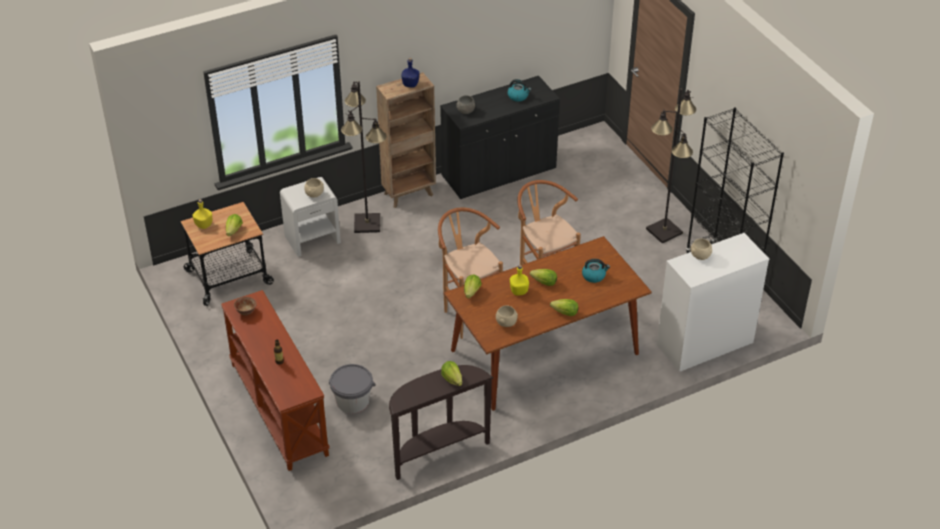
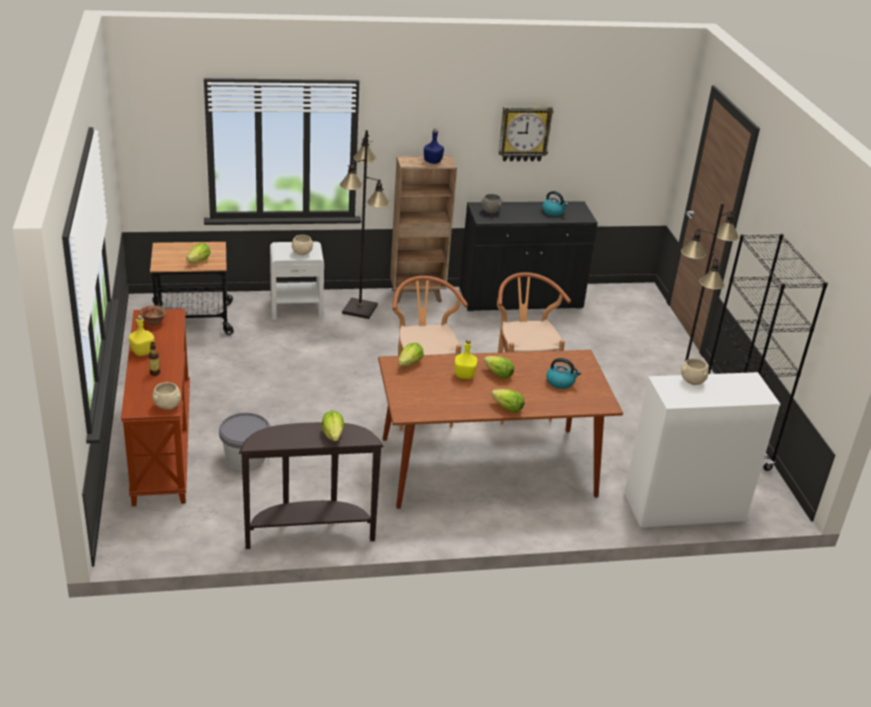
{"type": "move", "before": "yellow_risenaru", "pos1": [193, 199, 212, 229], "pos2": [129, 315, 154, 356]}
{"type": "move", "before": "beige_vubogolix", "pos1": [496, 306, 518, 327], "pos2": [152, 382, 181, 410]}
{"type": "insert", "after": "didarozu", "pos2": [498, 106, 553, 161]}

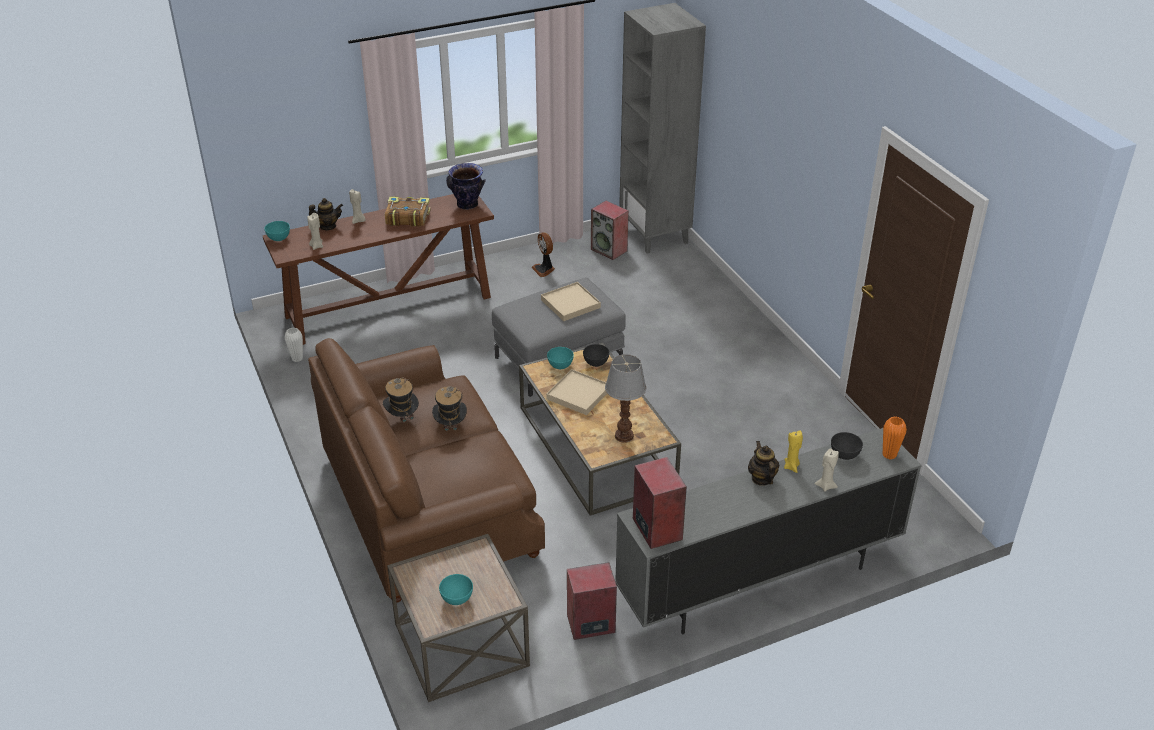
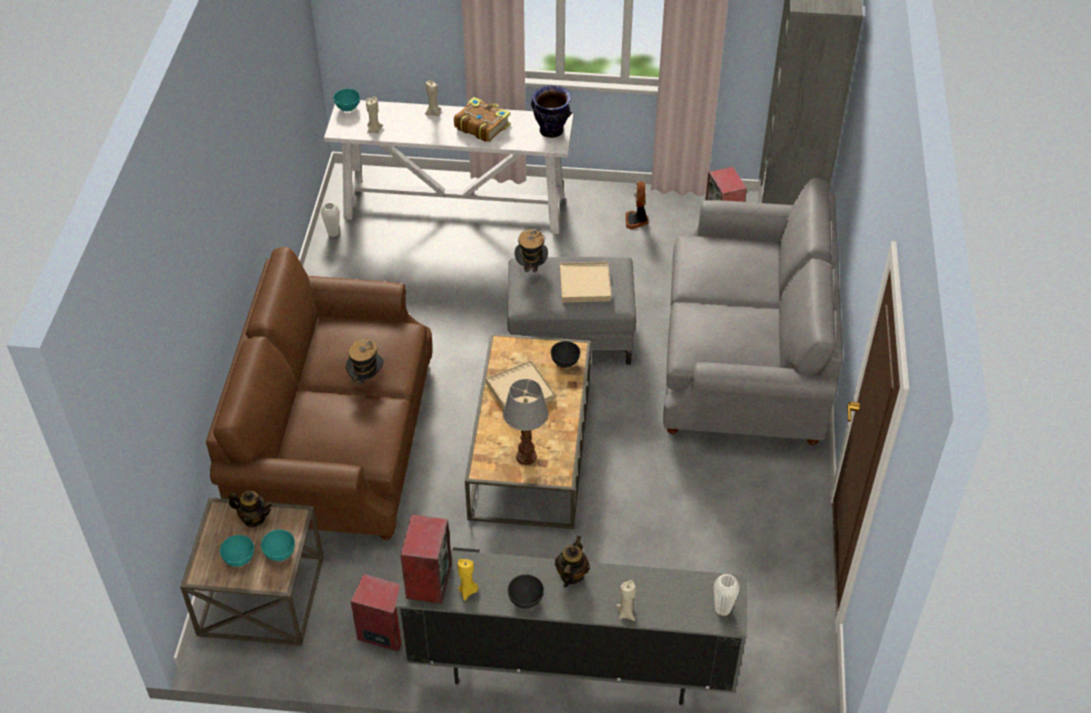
{"type": "recolor", "before": "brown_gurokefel", "after": "white_gurokefel", "pos1": [263, 194, 494, 345], "pos2": [324, 100, 573, 234]}
{"type": "move", "before": "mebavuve", "pos1": [309, 198, 343, 230], "pos2": [229, 491, 272, 527]}
{"type": "move", "before": "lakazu", "pos1": [383, 378, 419, 422], "pos2": [515, 229, 548, 279]}
{"type": "move", "before": "turquoise_vubogolix", "pos1": [547, 347, 574, 369], "pos2": [261, 530, 295, 561]}
{"type": "move", "before": "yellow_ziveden", "pos1": [784, 430, 803, 473], "pos2": [457, 559, 478, 601]}
{"type": "move", "before": "grey_vubogolix", "pos1": [831, 432, 863, 460], "pos2": [508, 574, 544, 609]}
{"type": "recolor", "before": "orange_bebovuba", "after": "white_bebovuba", "pos1": [883, 417, 907, 459], "pos2": [713, 574, 740, 616]}
{"type": "insert", "after": "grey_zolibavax", "pos2": [663, 178, 843, 445]}

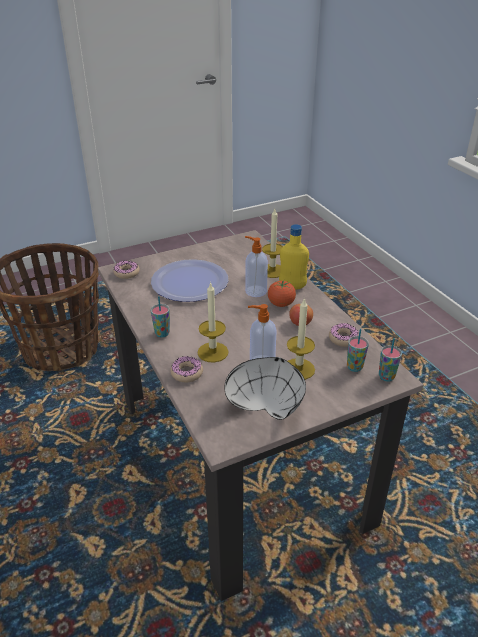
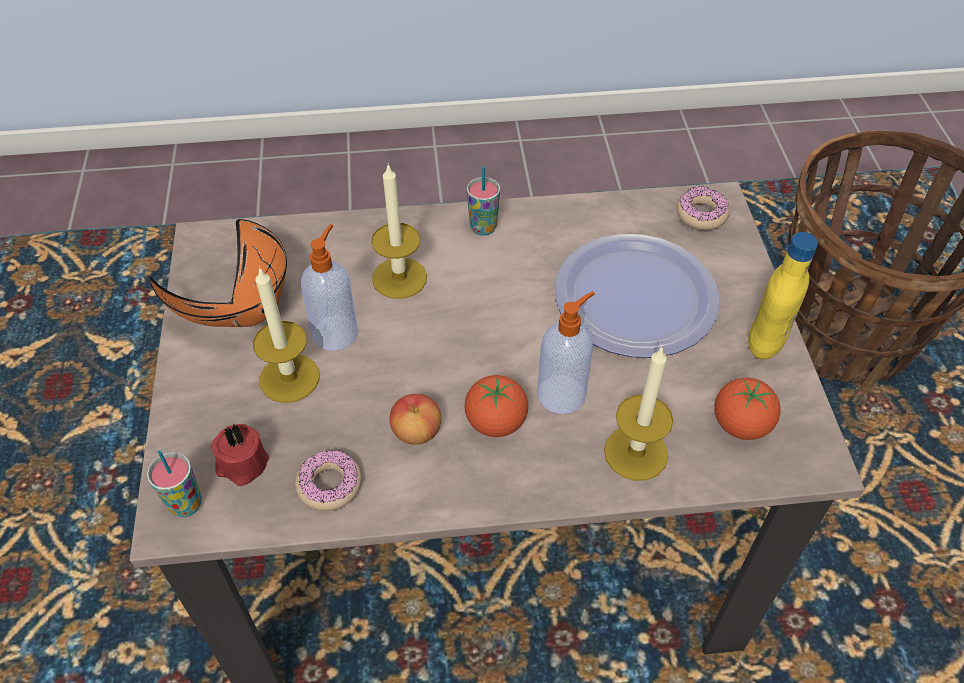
{"type": "delete", "before": "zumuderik", "pos1": [171, 356, 203, 383]}
{"type": "recolor", "before": "white_vubogolix", "after": "orange_vubogolix", "pos1": [224, 357, 306, 420], "pos2": [150, 219, 287, 327]}
{"type": "move", "before": "yellow_risenaru", "pos1": [279, 224, 309, 290], "pos2": [748, 232, 818, 359]}
{"type": "replace", "before": "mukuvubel", "after": "red_ziveden", "pos1": [347, 329, 369, 372], "pos2": [211, 424, 269, 486]}
{"type": "insert", "after": "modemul", "pos2": [714, 378, 781, 440]}

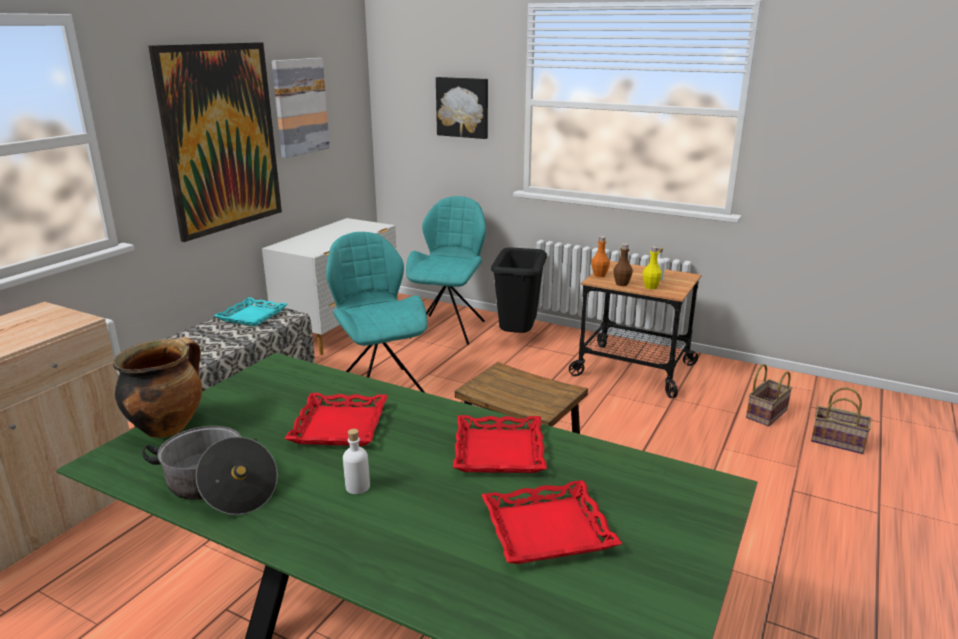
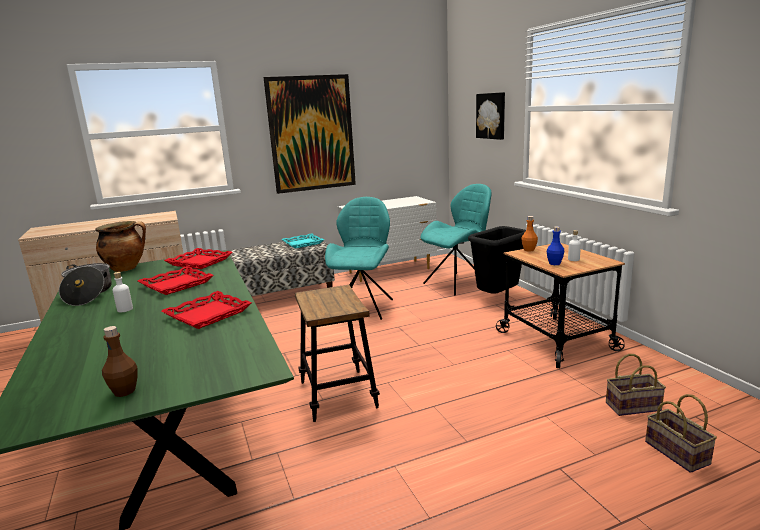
{"type": "delete", "before": "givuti", "pos1": [272, 58, 330, 158]}
{"type": "move", "before": "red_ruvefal", "pos1": [481, 480, 622, 564], "pos2": [164, 248, 233, 269]}
{"type": "move", "before": "brown_risenaru", "pos1": [613, 244, 633, 286], "pos2": [102, 326, 138, 397]}
{"type": "recolor", "before": "yellow_risenaru", "after": "blue_risenaru", "pos1": [643, 246, 662, 289], "pos2": [547, 226, 565, 265]}

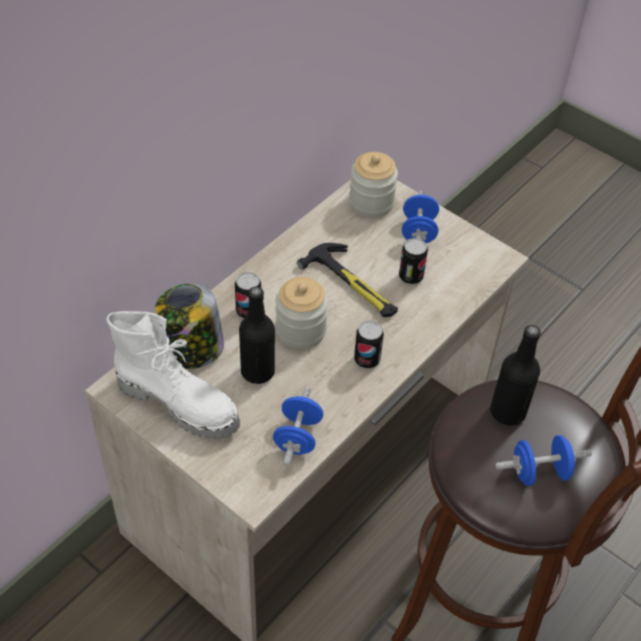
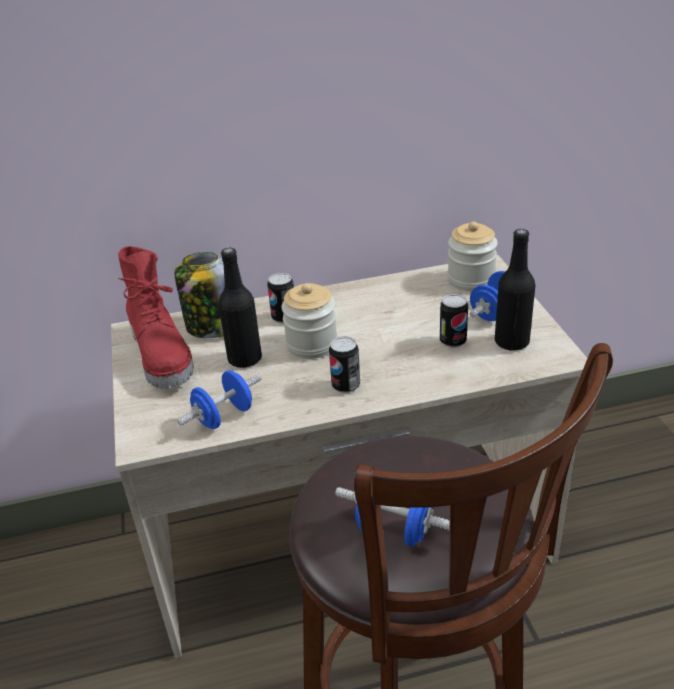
{"type": "recolor", "before": "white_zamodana", "after": "red_zamodana", "pos1": [106, 311, 240, 439], "pos2": [118, 246, 194, 389]}
{"type": "delete", "before": "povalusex", "pos1": [297, 243, 398, 317]}
{"type": "move", "before": "black_risenaru", "pos1": [490, 325, 541, 426], "pos2": [495, 229, 535, 351]}

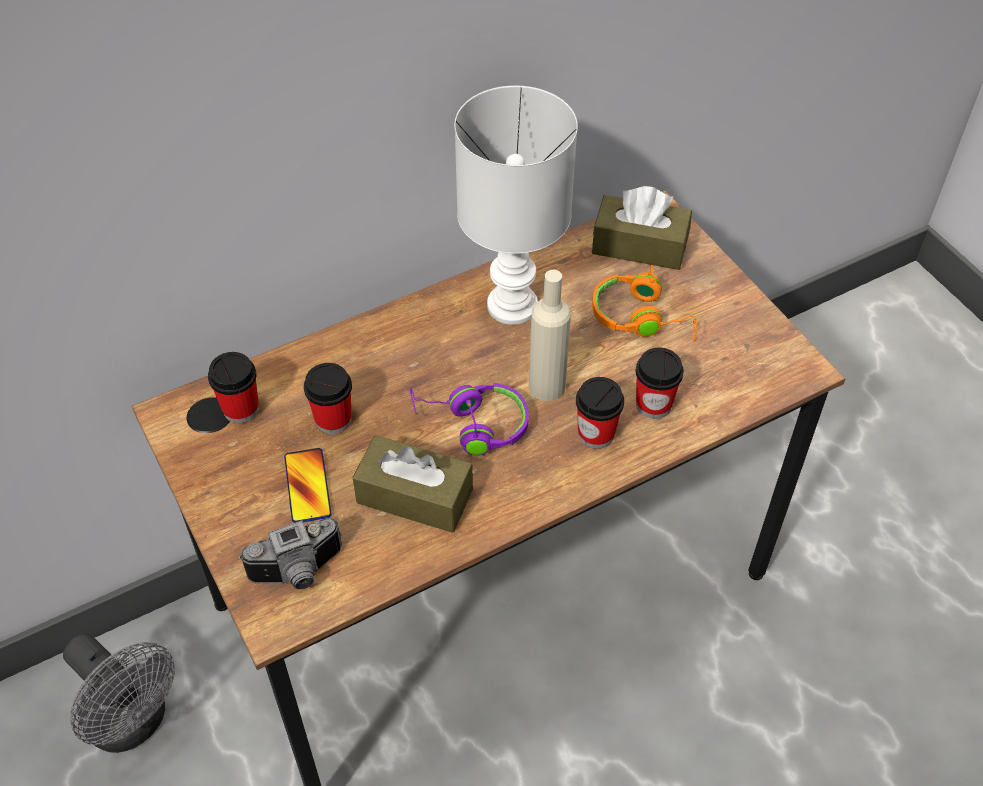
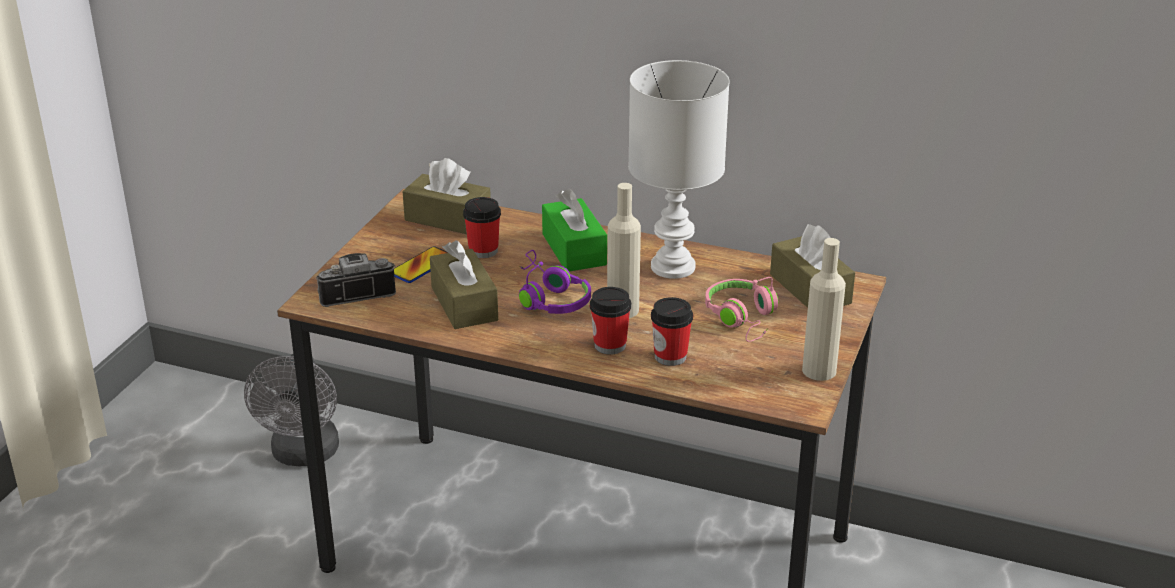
{"type": "replace", "before": "mukuvubel", "after": "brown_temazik", "pos1": [208, 352, 259, 423], "pos2": [403, 158, 491, 234]}
{"type": "rotate", "before": "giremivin", "pos1": [239, 518, 342, 590], "pos2": [316, 253, 396, 307], "turn": 135}
{"type": "recolor", "before": "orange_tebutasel", "after": "pink_tebutasel", "pos1": [592, 265, 697, 342], "pos2": [705, 277, 778, 342]}
{"type": "insert", "after": "green_temazik", "pos2": [542, 189, 607, 272]}
{"type": "insert", "after": "beige_risenaru", "pos2": [802, 238, 846, 381]}

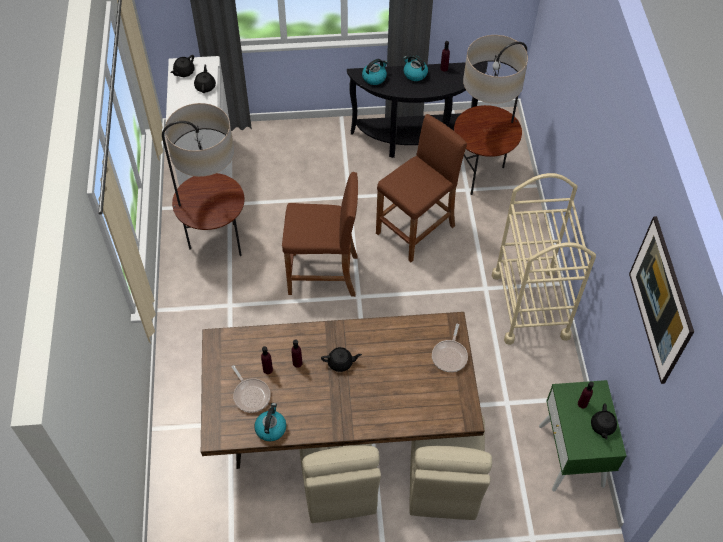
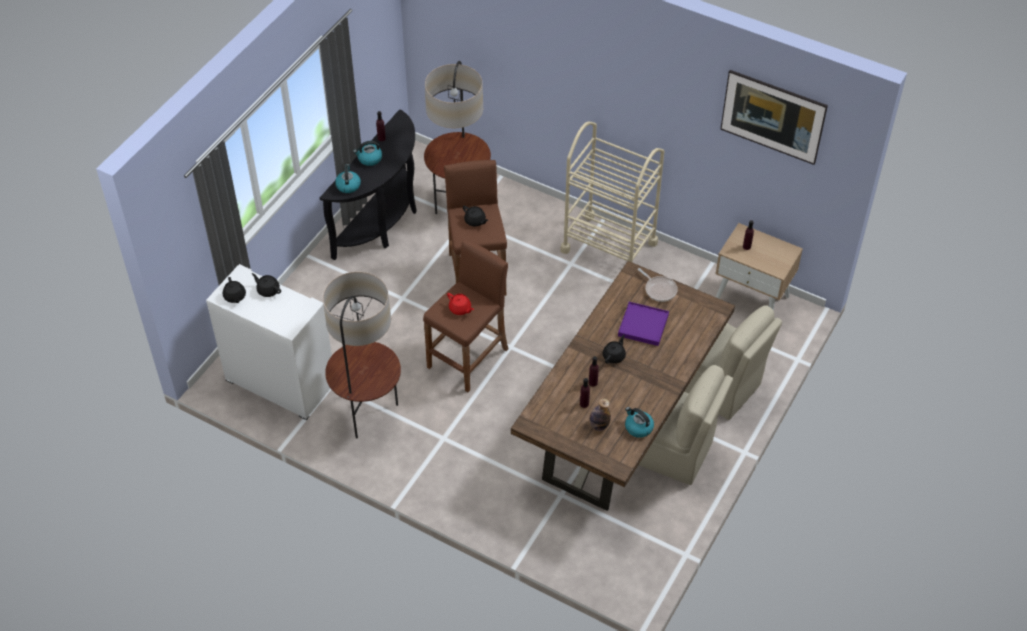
{"type": "replace", "before": "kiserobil", "after": "risenaru", "pos1": [232, 365, 271, 413], "pos2": [589, 398, 611, 431]}
{"type": "recolor", "before": "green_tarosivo", "after": "beige_tarosivo", "pos1": [539, 380, 626, 492], "pos2": [715, 223, 803, 311]}
{"type": "move", "before": "black_mebavuve", "pos1": [591, 403, 617, 440], "pos2": [463, 206, 489, 227]}
{"type": "insert", "after": "red_mebavuve", "pos2": [447, 293, 474, 315]}
{"type": "insert", "after": "purple_ruvefal", "pos2": [618, 302, 669, 346]}

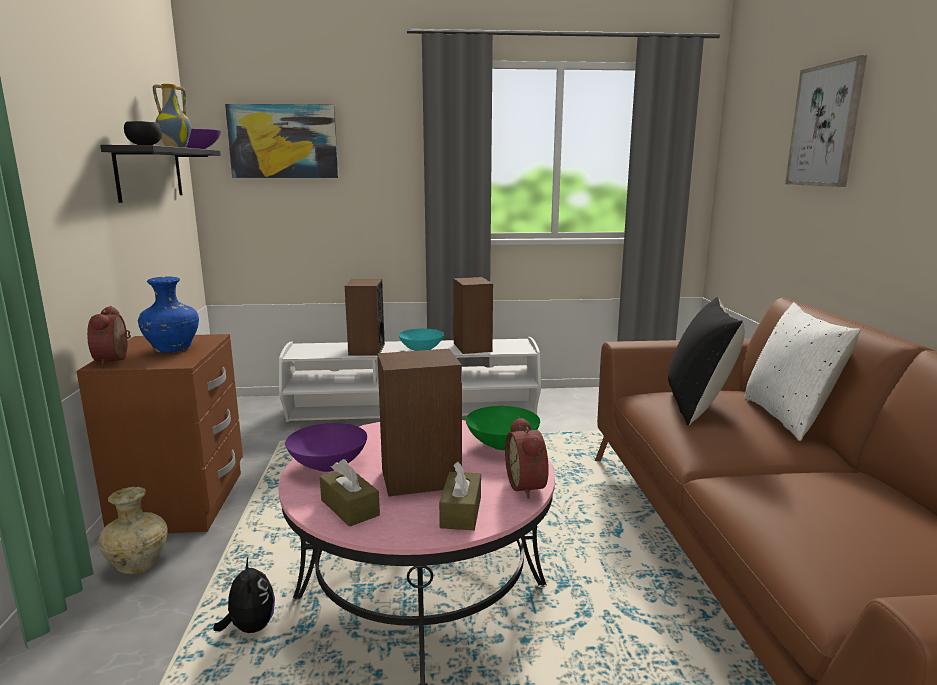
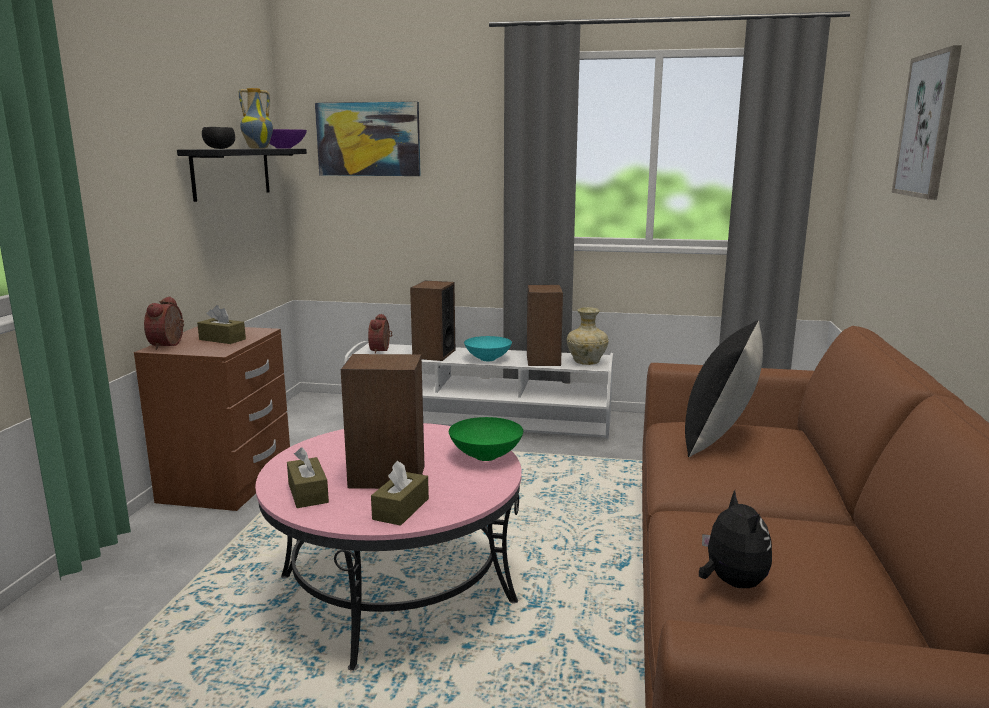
{"type": "move", "before": "beige_bebovuba", "pos1": [98, 486, 168, 574], "pos2": [567, 307, 609, 365]}
{"type": "replace", "before": "blue_bebovuba", "after": "brown_temazik", "pos1": [138, 277, 199, 353], "pos2": [197, 305, 246, 344]}
{"type": "move", "before": "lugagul", "pos1": [214, 558, 275, 633], "pos2": [699, 490, 772, 588]}
{"type": "delete", "before": "purple_vubogolix", "pos1": [285, 423, 367, 472]}
{"type": "move", "before": "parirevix", "pos1": [505, 417, 549, 499], "pos2": [368, 314, 392, 354]}
{"type": "delete", "before": "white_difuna", "pos1": [745, 303, 861, 441]}

